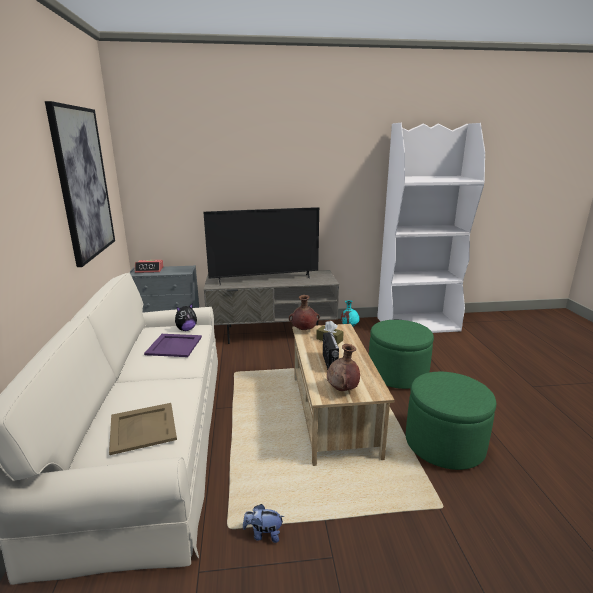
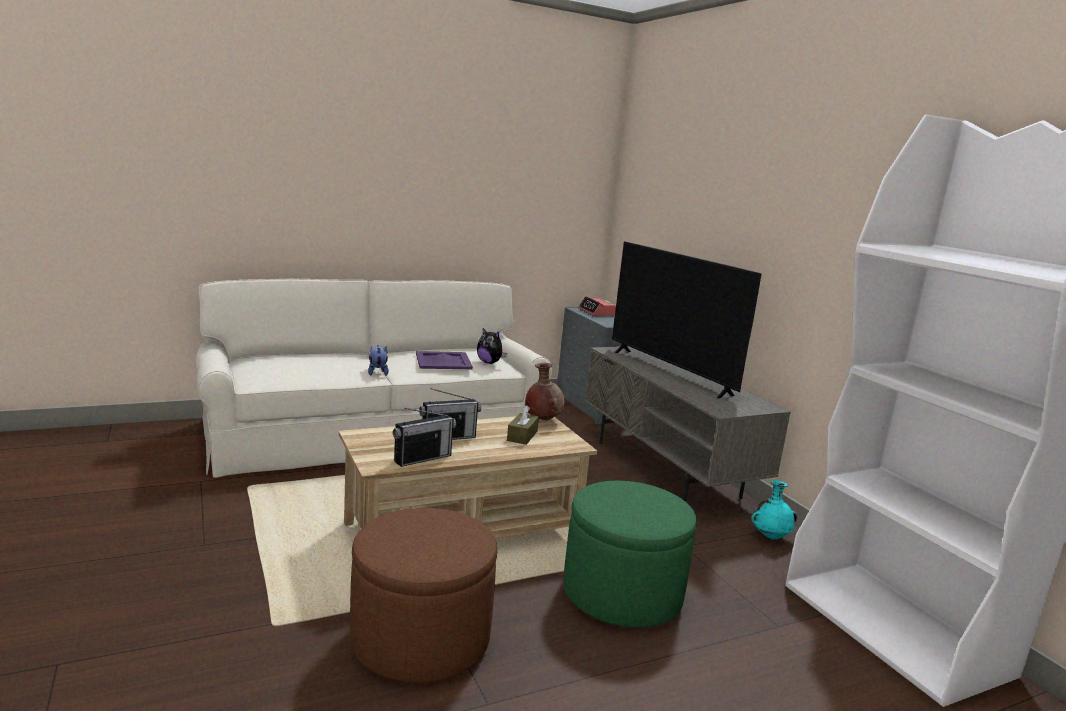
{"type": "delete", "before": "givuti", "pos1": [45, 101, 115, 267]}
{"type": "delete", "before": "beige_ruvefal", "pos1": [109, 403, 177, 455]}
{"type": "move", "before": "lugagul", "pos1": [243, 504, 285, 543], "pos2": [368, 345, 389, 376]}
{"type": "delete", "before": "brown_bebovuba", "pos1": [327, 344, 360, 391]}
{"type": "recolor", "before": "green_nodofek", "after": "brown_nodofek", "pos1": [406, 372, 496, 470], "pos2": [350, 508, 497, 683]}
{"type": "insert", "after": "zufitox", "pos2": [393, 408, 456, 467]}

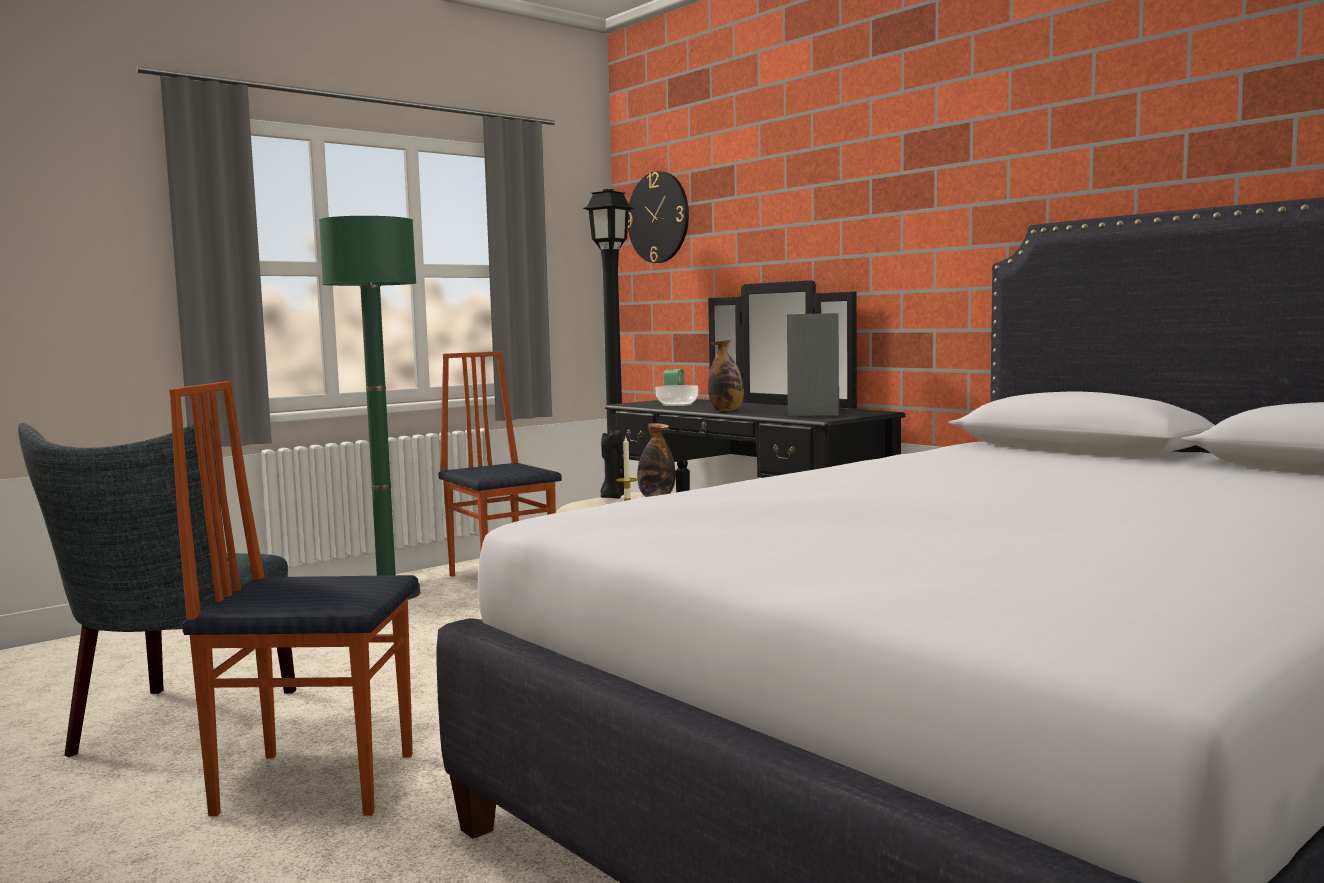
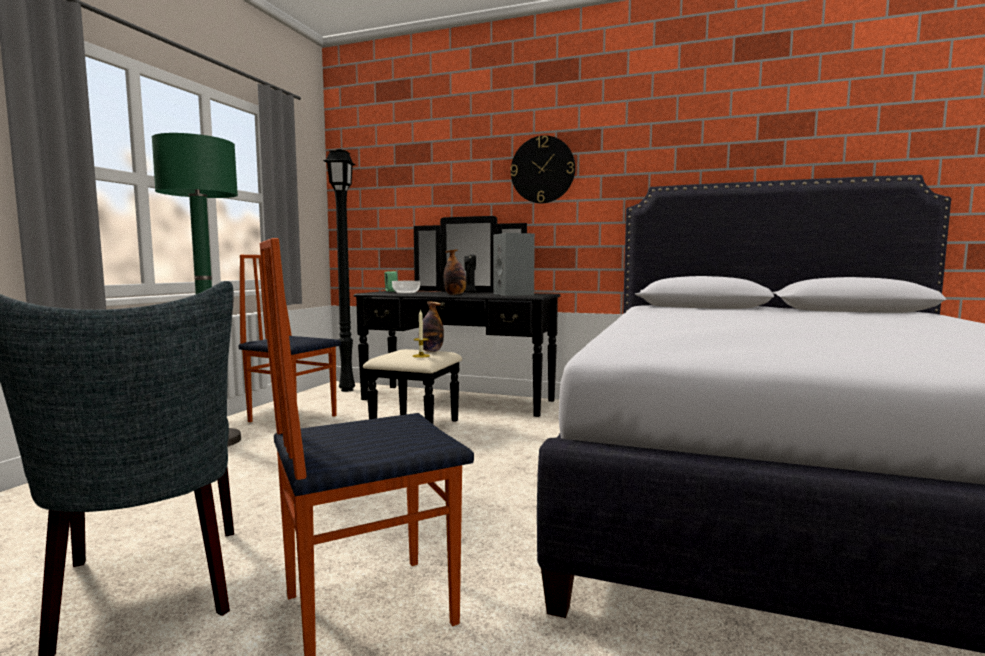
{"type": "move", "before": "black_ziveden", "pos1": [600, 430, 624, 499], "pos2": [464, 255, 477, 293]}
{"type": "move", "before": "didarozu", "pos1": [628, 171, 689, 263], "pos2": [511, 135, 575, 203]}

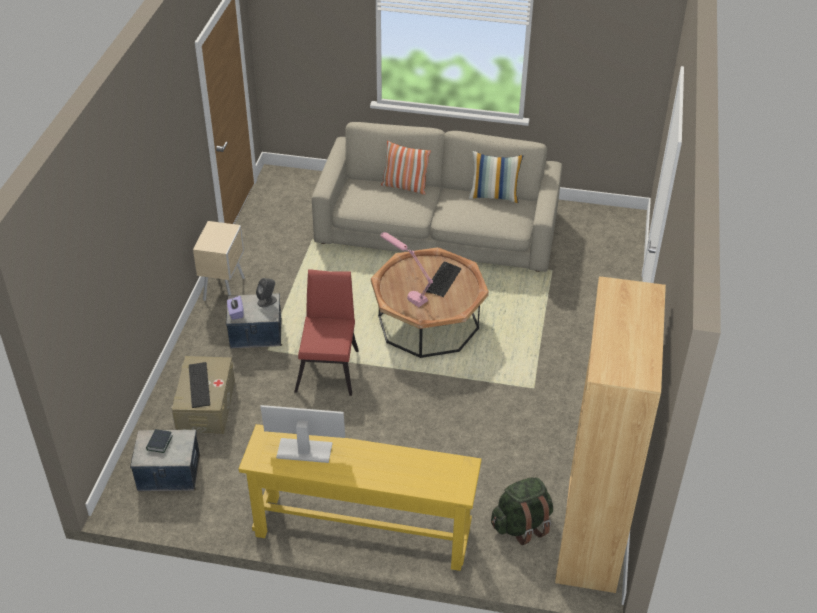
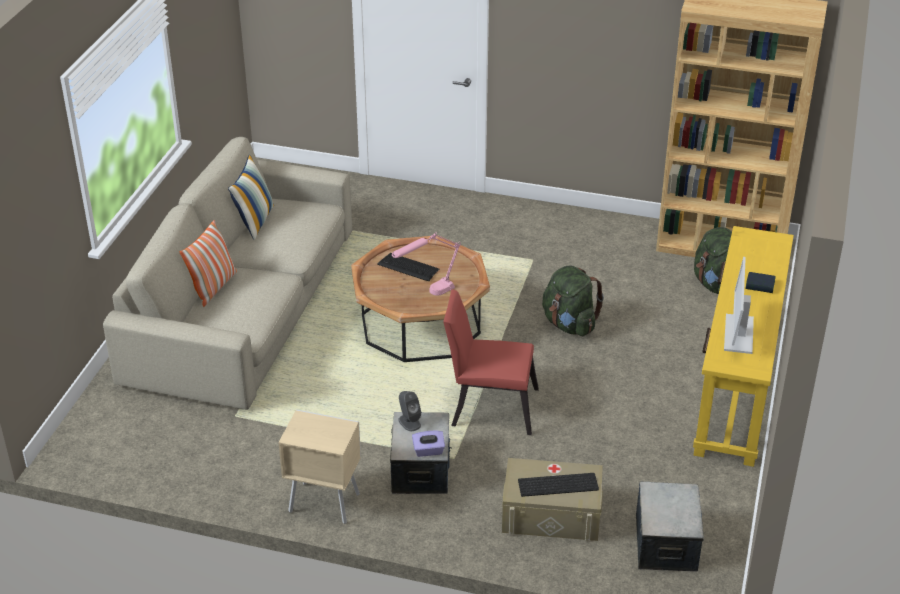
{"type": "move", "before": "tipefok", "pos1": [146, 429, 173, 453], "pos2": [746, 272, 776, 293]}
{"type": "insert", "after": "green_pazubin", "pos2": [542, 265, 604, 336]}

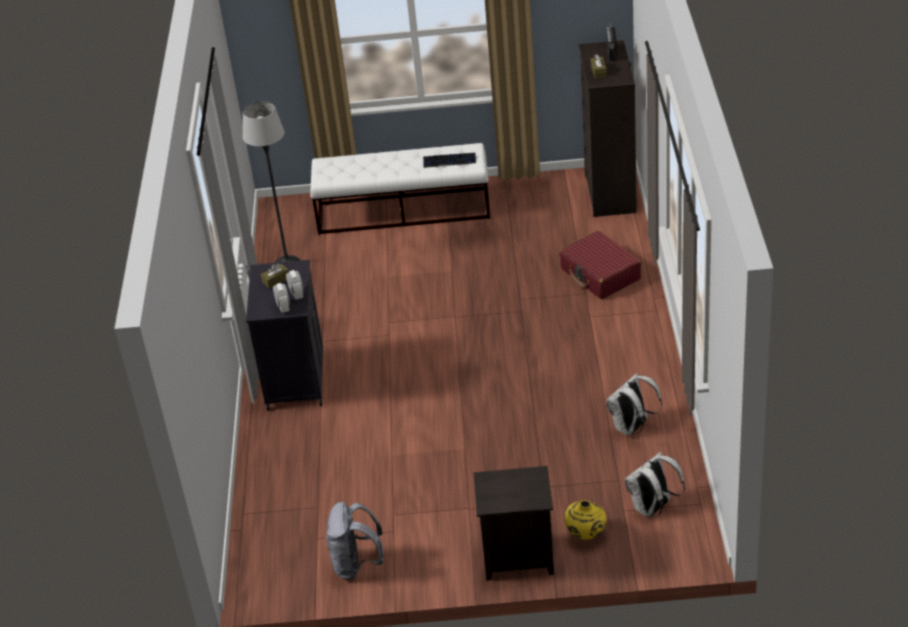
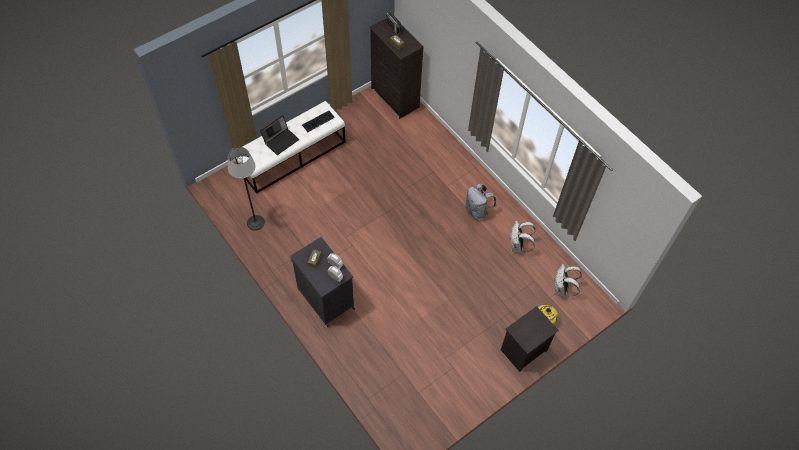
{"type": "move", "before": "grey_pazubin", "pos1": [326, 502, 384, 580], "pos2": [465, 183, 496, 220]}
{"type": "delete", "before": "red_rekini", "pos1": [559, 231, 641, 299]}
{"type": "insert", "after": "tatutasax", "pos2": [260, 115, 299, 155]}

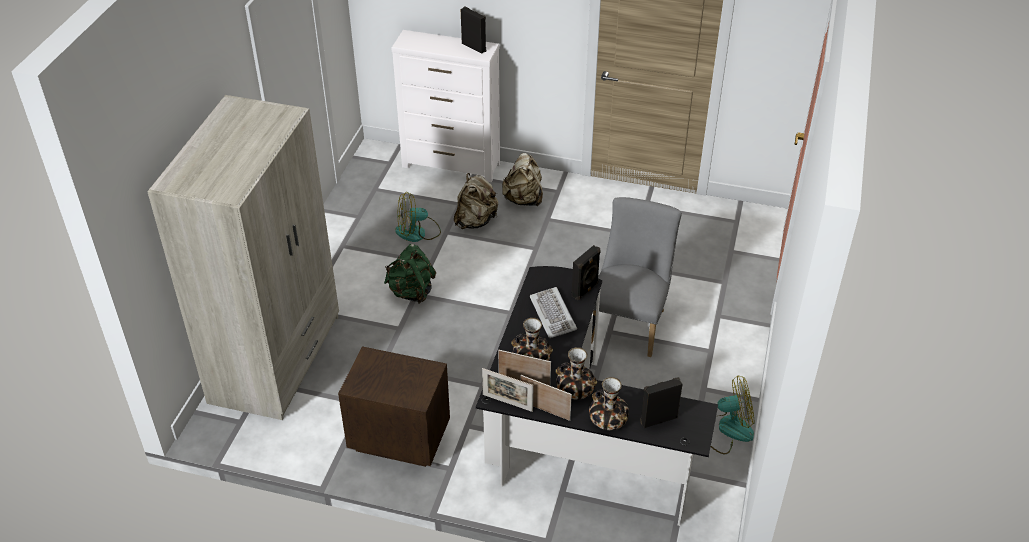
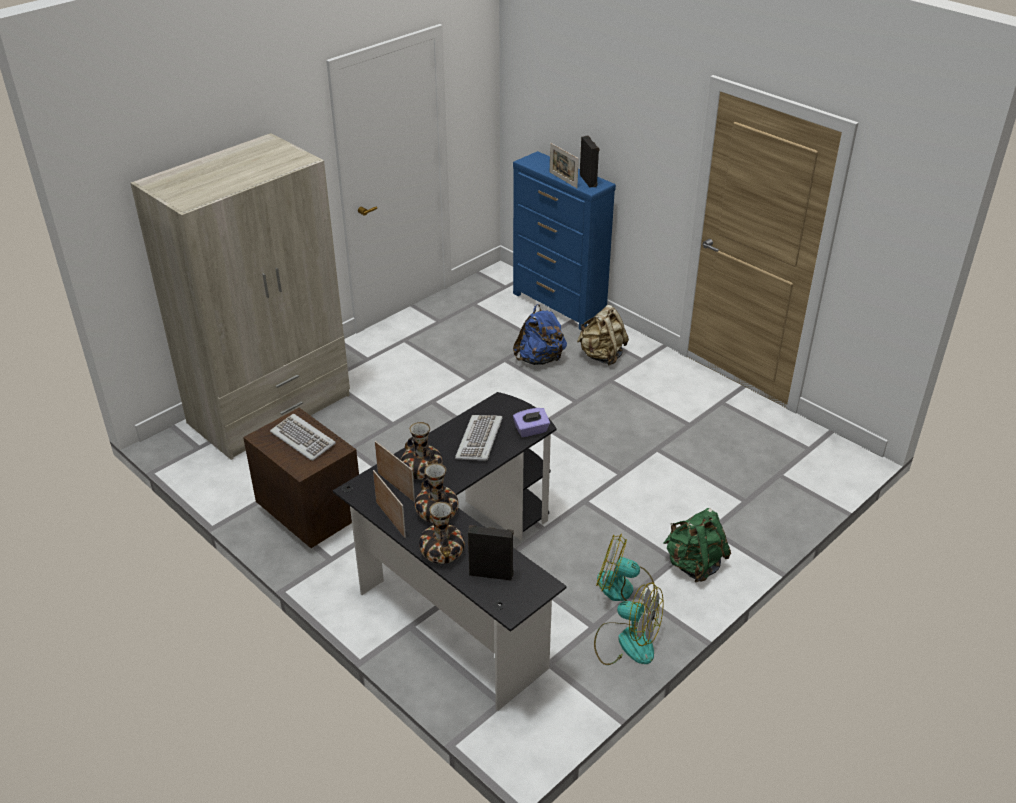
{"type": "move", "before": "green_pazubin", "pos1": [384, 244, 436, 304], "pos2": [663, 508, 731, 582]}
{"type": "recolor", "before": "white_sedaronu", "after": "blue_sedaronu", "pos1": [391, 30, 500, 182], "pos2": [513, 151, 616, 330]}
{"type": "move", "before": "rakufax", "pos1": [395, 192, 441, 242], "pos2": [596, 534, 655, 604]}
{"type": "recolor", "before": "beige_pazubin", "after": "blue_pazubin", "pos1": [454, 173, 498, 229], "pos2": [513, 304, 567, 365]}
{"type": "move", "before": "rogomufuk", "pos1": [482, 368, 533, 412], "pos2": [550, 143, 579, 188]}
{"type": "replace", "before": "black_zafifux", "after": "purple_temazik", "pos1": [572, 245, 600, 300], "pos2": [513, 408, 550, 437]}
{"type": "delete", "before": "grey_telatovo", "pos1": [591, 197, 682, 357]}
{"type": "insert", "after": "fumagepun", "pos2": [270, 414, 336, 461]}

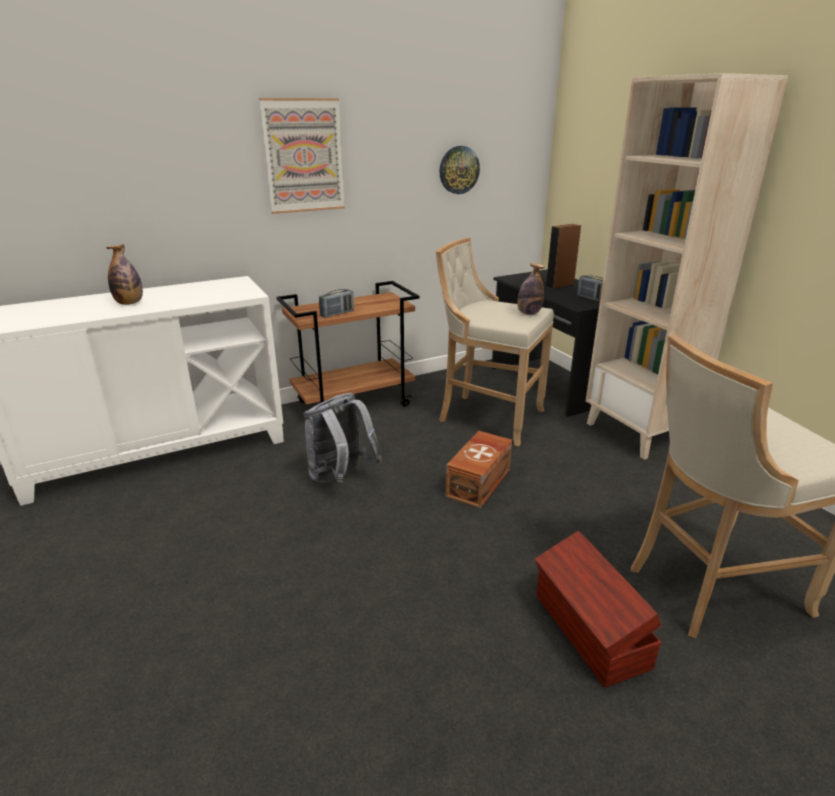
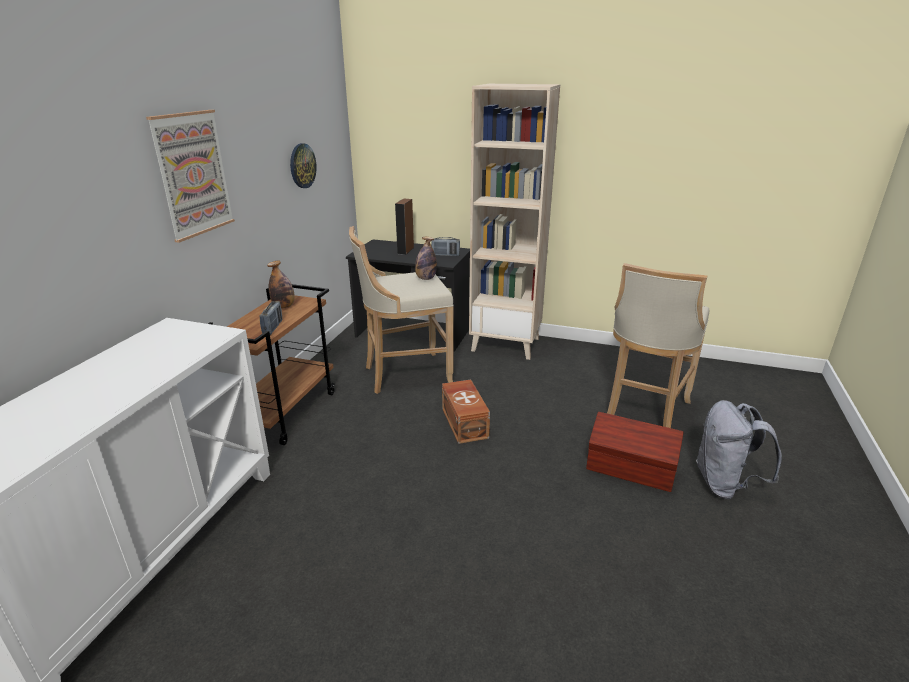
{"type": "move", "before": "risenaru", "pos1": [106, 244, 143, 305], "pos2": [267, 261, 295, 309]}
{"type": "move", "before": "grey_pazubin", "pos1": [303, 393, 382, 484], "pos2": [696, 400, 782, 500]}

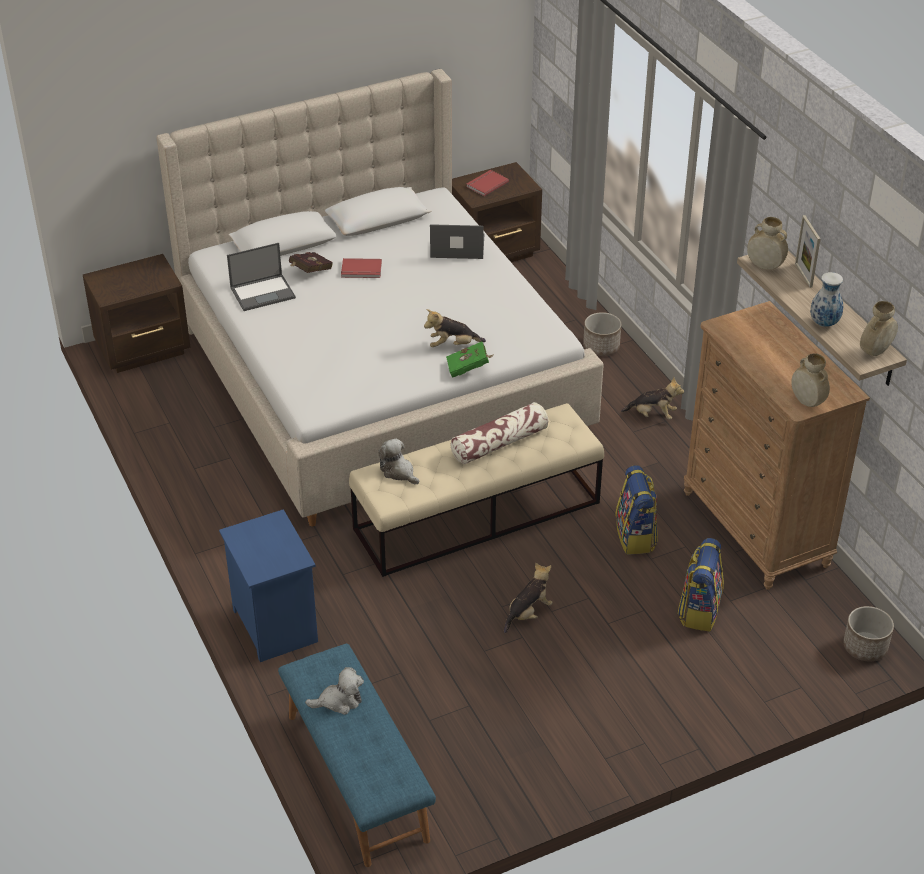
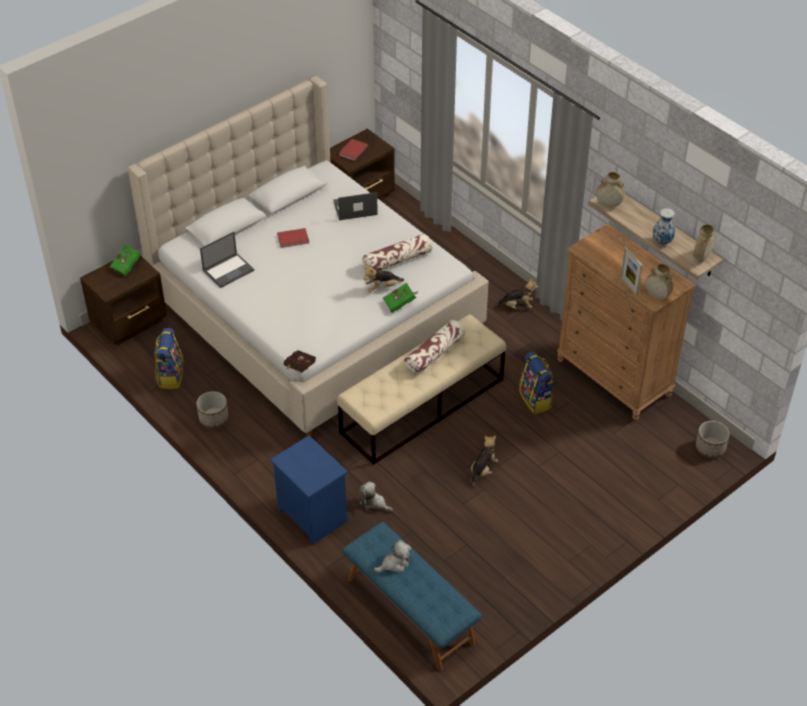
{"type": "move", "before": "red_tipefok", "pos1": [289, 252, 333, 273], "pos2": [284, 350, 316, 372]}
{"type": "move", "before": "lugagul", "pos1": [378, 438, 419, 484], "pos2": [359, 482, 393, 512]}
{"type": "move", "before": "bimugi", "pos1": [583, 312, 621, 356], "pos2": [197, 391, 228, 428]}
{"type": "move", "before": "pazubin", "pos1": [678, 538, 724, 632], "pos2": [154, 328, 184, 389]}
{"type": "move", "before": "rogomufuk", "pos1": [795, 215, 820, 288], "pos2": [620, 247, 643, 296]}
{"type": "insert", "after": "green_tipefok", "pos2": [110, 245, 141, 276]}
{"type": "insert", "after": "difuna", "pos2": [362, 233, 432, 270]}

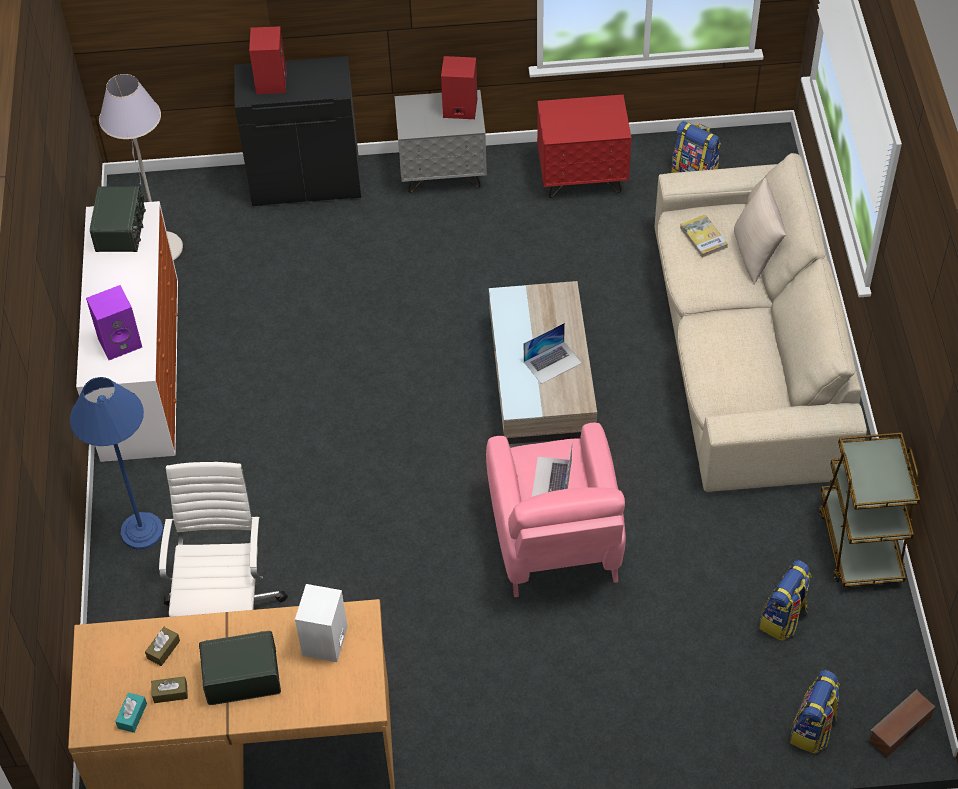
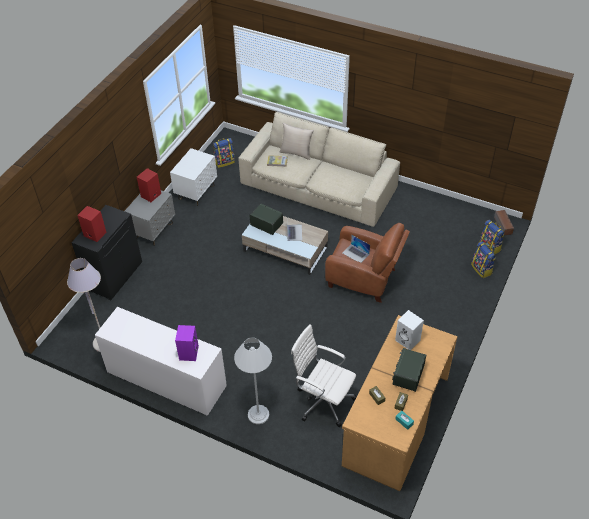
{"type": "recolor", "before": "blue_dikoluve", "after": "white_dikoluve", "pos1": [70, 377, 163, 550], "pos2": [234, 337, 272, 424]}
{"type": "move", "before": "zufitox", "pos1": [90, 186, 146, 252], "pos2": [250, 203, 283, 235]}
{"type": "recolor", "before": "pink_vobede", "after": "brown_vobede", "pos1": [486, 423, 626, 597], "pos2": [325, 223, 410, 303]}
{"type": "recolor", "before": "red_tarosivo", "after": "white_tarosivo", "pos1": [537, 95, 631, 198], "pos2": [170, 148, 217, 206]}
{"type": "move", "before": "pazubin", "pos1": [759, 560, 811, 641], "pos2": [471, 241, 496, 278]}
{"type": "delete", "before": "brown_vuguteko", "pos1": [819, 432, 920, 587]}

